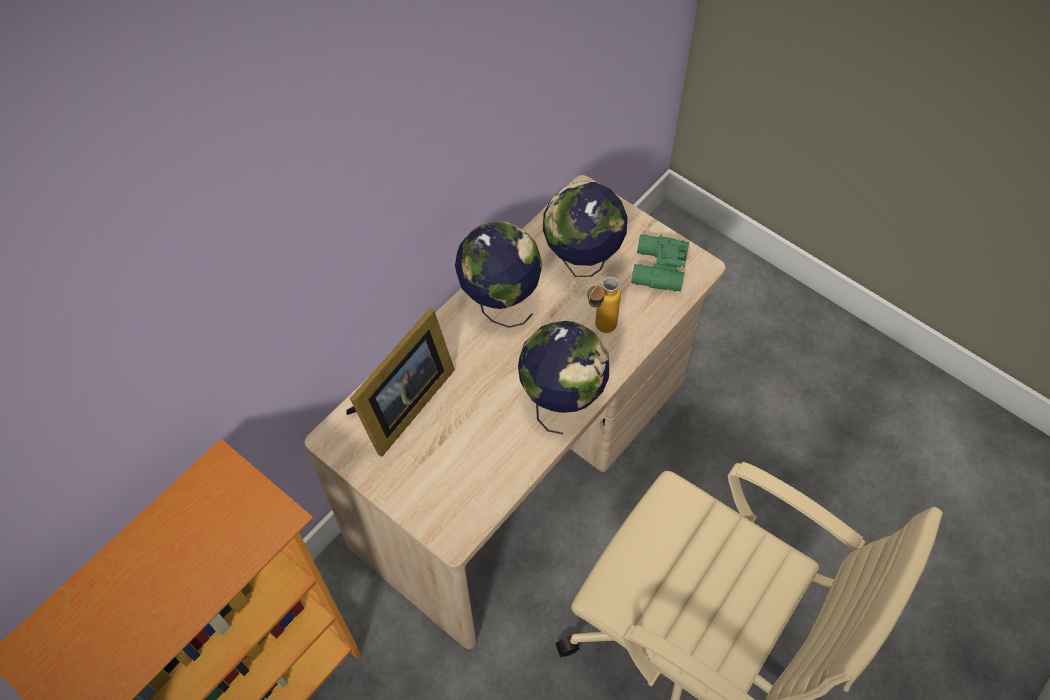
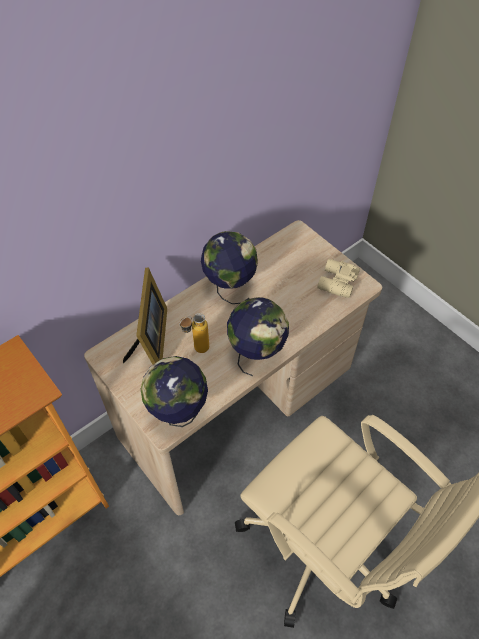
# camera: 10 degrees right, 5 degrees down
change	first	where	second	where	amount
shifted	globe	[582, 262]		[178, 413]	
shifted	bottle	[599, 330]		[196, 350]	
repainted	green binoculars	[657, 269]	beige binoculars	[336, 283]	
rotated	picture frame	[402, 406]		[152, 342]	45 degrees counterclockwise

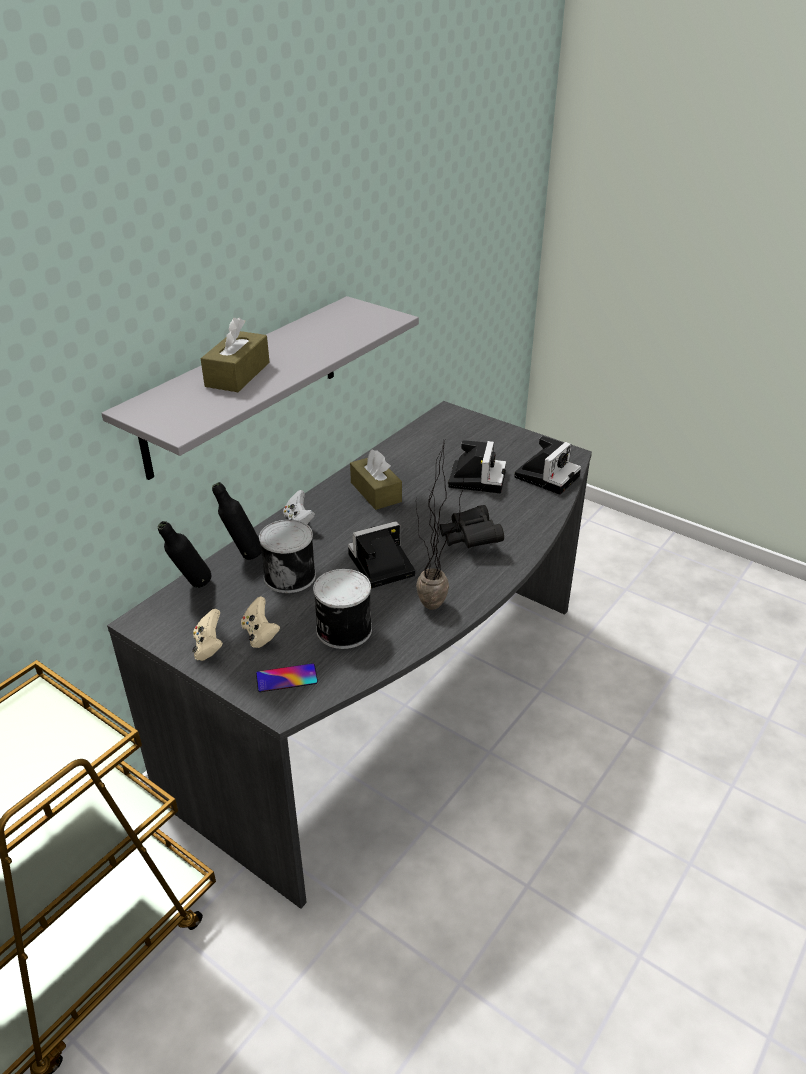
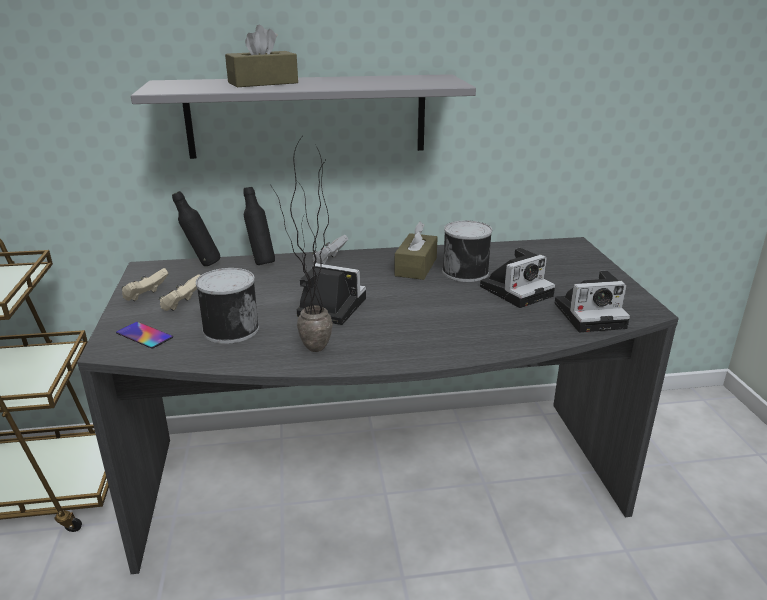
# camera: 45 degrees right, 10 degrees down
change	first	where	second	where	amount
gone	black binoculars	[470, 539]			
shifted	can	[290, 575]		[466, 272]	

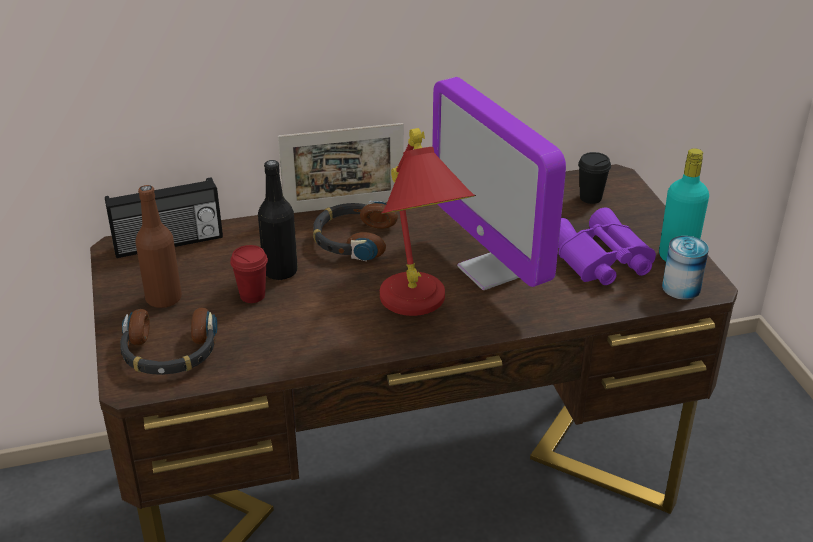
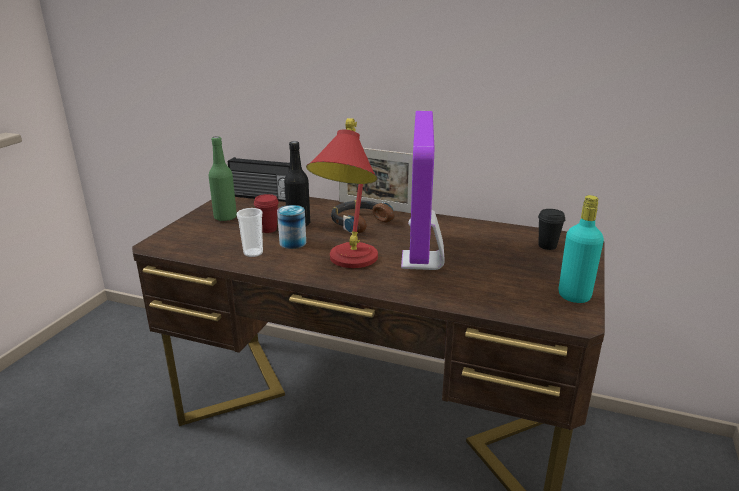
# camera: 35 degrees right, 10 degrees down
change	first	where	second	where	amount
gone	headphones	[169, 352]			
gone	purple binoculars	[599, 260]			
new			cup	[253, 253]	
shifted	can	[681, 288]		[293, 243]	
repainted	brown bottle	[164, 299]	green bottle	[225, 217]	

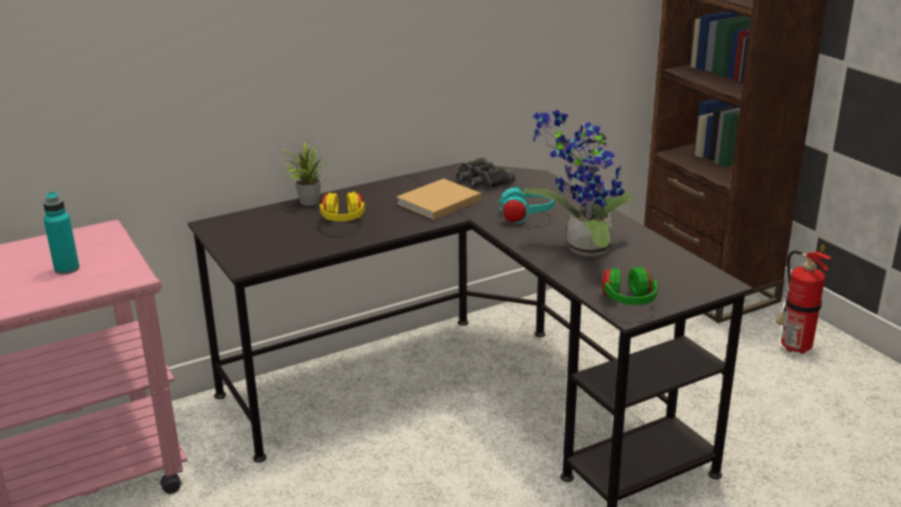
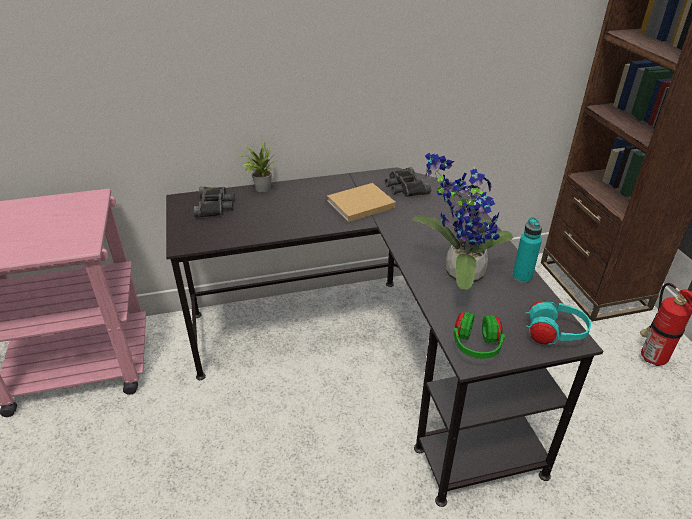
# camera: 15 degrees right, 10 degrees up
change	first	where	second	where	amount
gone	yellow headphones	[343, 222]			
new			black binoculars	[215, 206]	
shifted	turquoise bottle	[67, 269]		[522, 277]	
shifted	turquoise headphones	[525, 217]		[553, 335]	

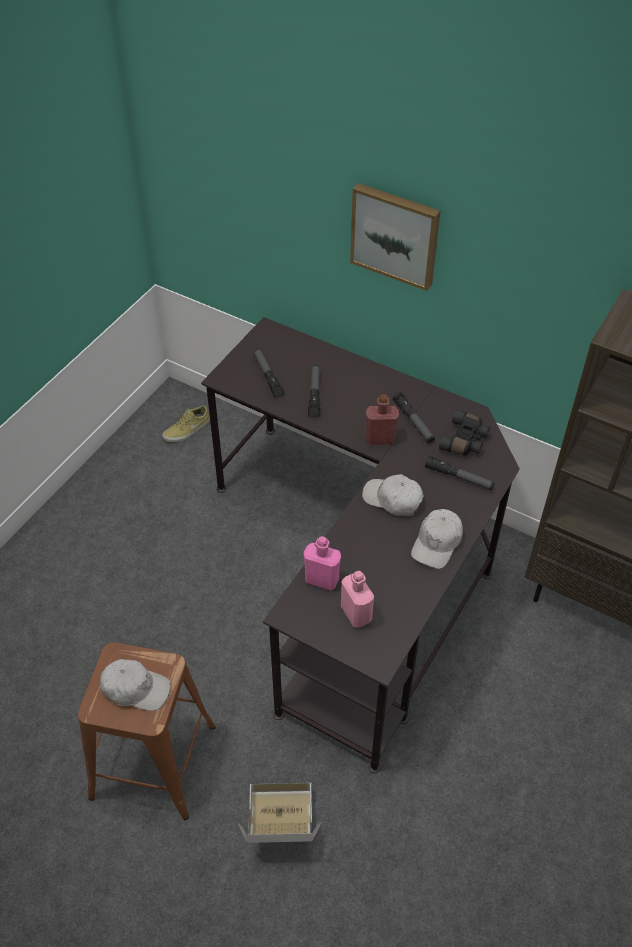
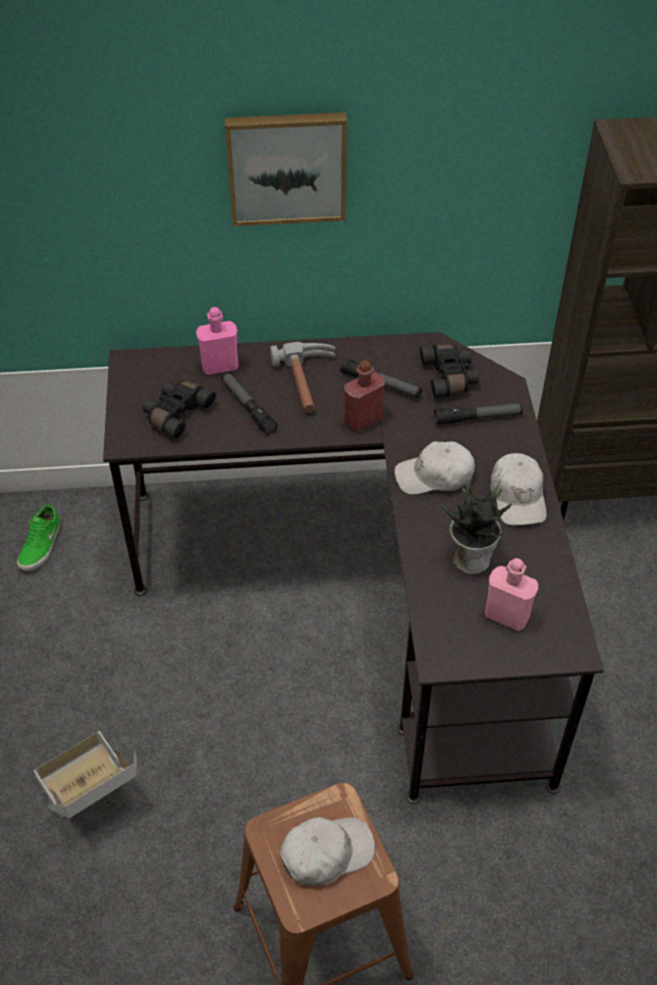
# camera: 35 degrees left, 0 degrees up
change	first	where	second	where	amount
new			hammer	[310, 382]	
new			potted plant	[471, 557]	
shifted	cardboard box	[280, 827]		[92, 794]	
shifted	pink bottle	[322, 579]		[220, 366]	
swapped	flashlight	[267, 376]	black binoculars	[176, 413]	
repainted	beige shoe	[187, 430]	green shoe	[41, 545]	

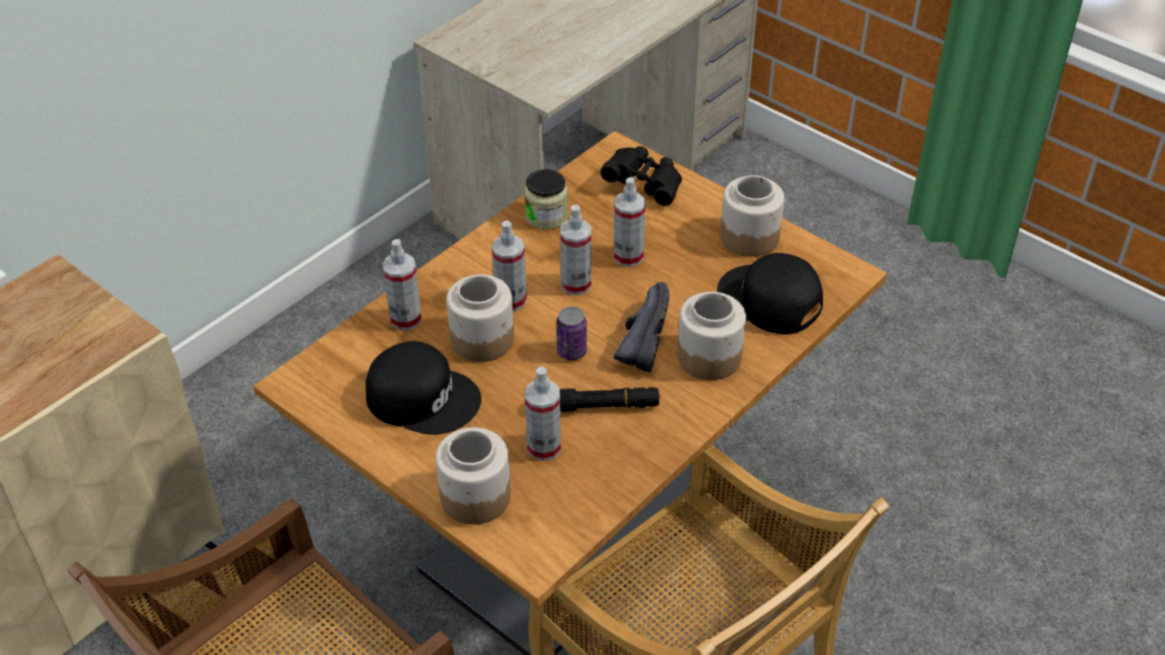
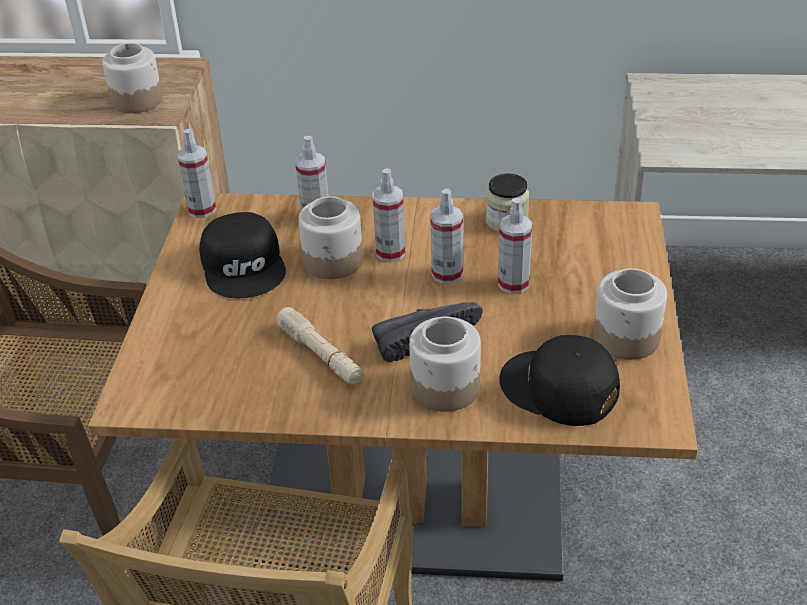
# camera: 55 degrees right, 5 degrees down
change	first	where	second	where	amount
gone	can	[571, 351]			
gone	black binoculars	[644, 185]			
shifted	jar	[474, 496]		[137, 100]	
shifted	spray bottle	[544, 447]		[202, 210]	
repainted	black flashlight	[598, 407]	beige flashlight	[320, 354]	
rotated	black cap	[769, 301]		[559, 389]	60 degrees counterclockwise

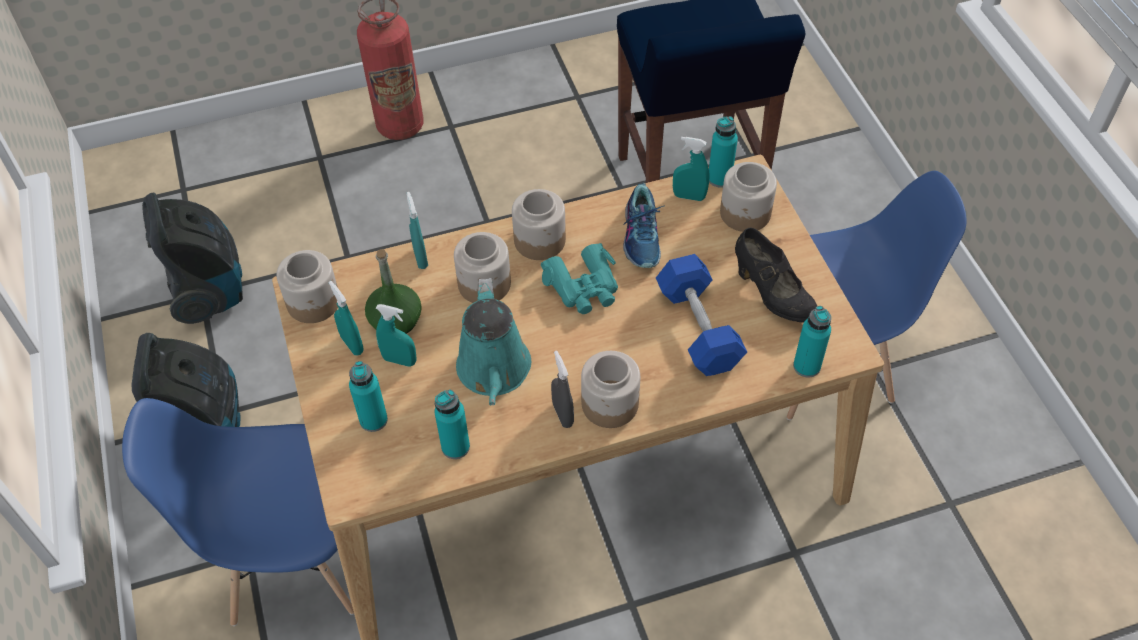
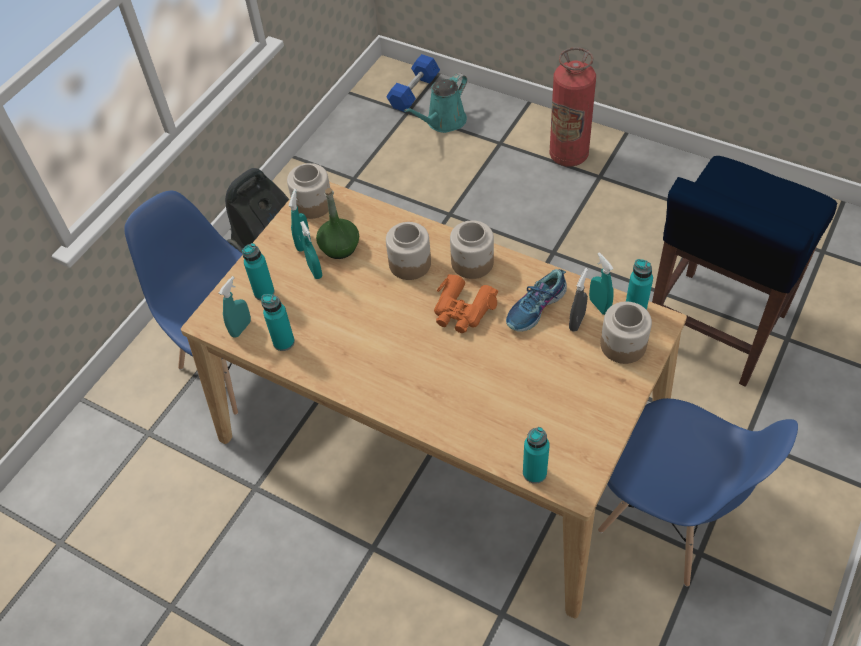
# camera: 50 degrees right, 0 degrees up
change	first	where	second	where	amount
gone	vacuum cleaner	[210, 290]			
gone	jar	[610, 404]			
gone	black shoe	[772, 294]			
shifted	turquoise spray bottle	[420, 258]		[241, 328]	
shifted	turquoise watering can	[494, 372]		[443, 122]	
shifted	grey spray bottle	[562, 414]		[577, 322]	
shifted	blue dumbbell	[698, 328]		[414, 92]	
repainted	turquoise binoculars	[584, 287]	orange binoculars	[462, 310]	

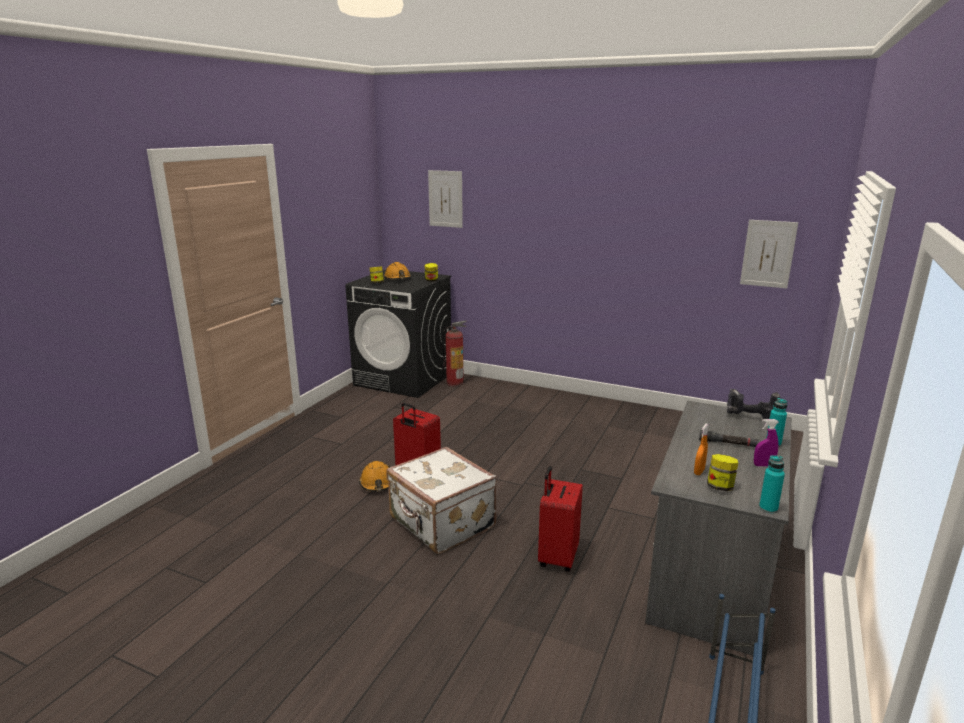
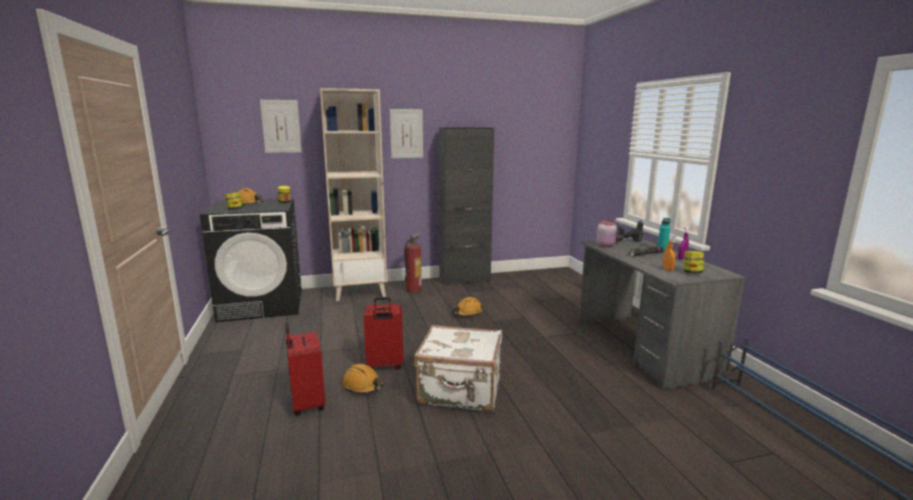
# camera: 40 degrees left, 5 degrees down
change	first	where	second	where	amount
gone	turquoise bottle	[768, 508]			
new			beige bookcase	[360, 291]	
new			black cabinet	[464, 279]	
new			orange hard hat	[467, 313]	
new			pink jar	[606, 245]	
shifted	fire extinguisher	[455, 383]		[413, 291]	
shifted	red suitcase	[557, 558]		[306, 404]	
shifted	picture	[768, 254]		[406, 133]	

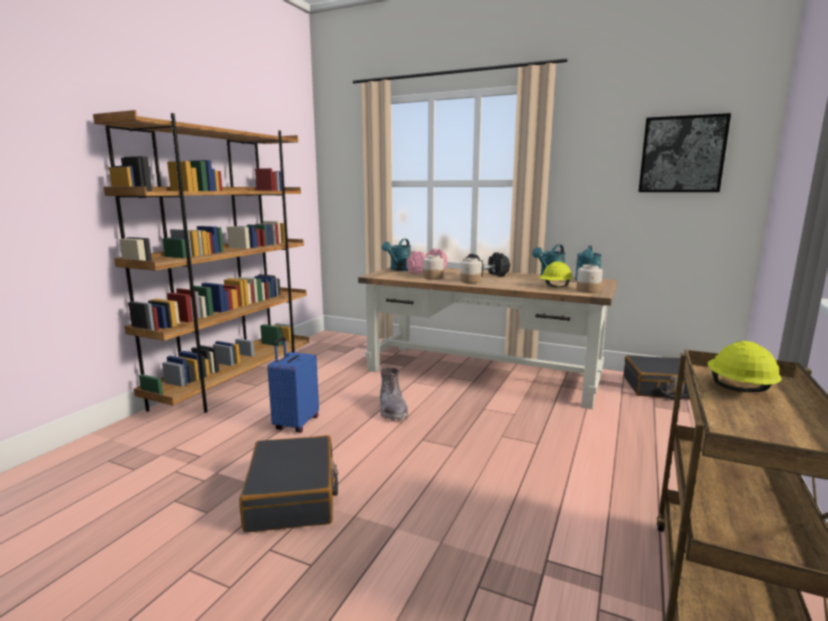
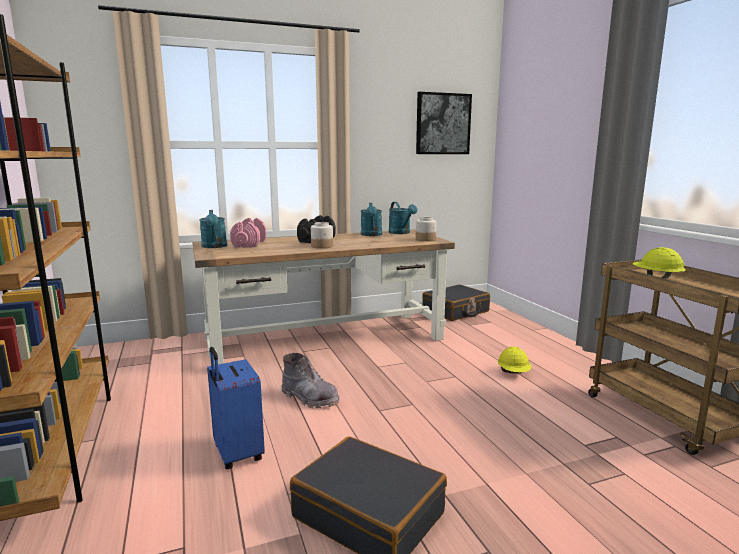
# camera: 45 degrees left, 0 degrees up
change	first	where	second	where	amount
gone	jar	[432, 277]			
shifted	yellow hard hat	[555, 287]		[513, 373]	

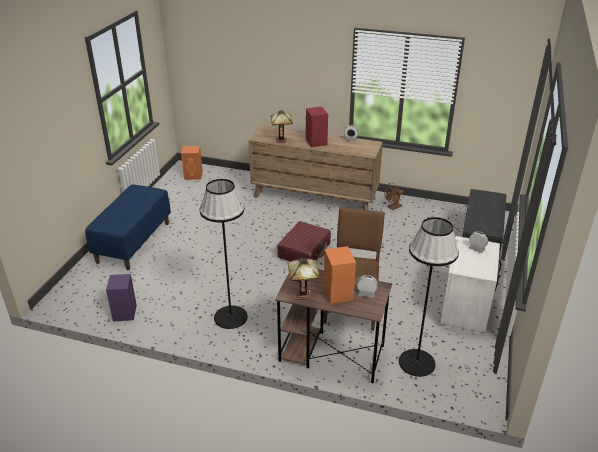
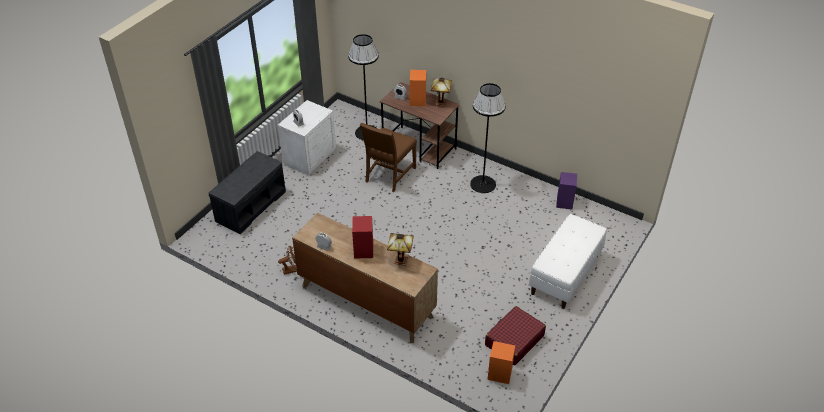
# camera: 165 degrees left, 10 degrees up
change	first	where	second	where	amount
shifted	red suitcase	[304, 250]		[514, 340]	
repainted	blue bench	[133, 242]	white bench	[565, 275]	

